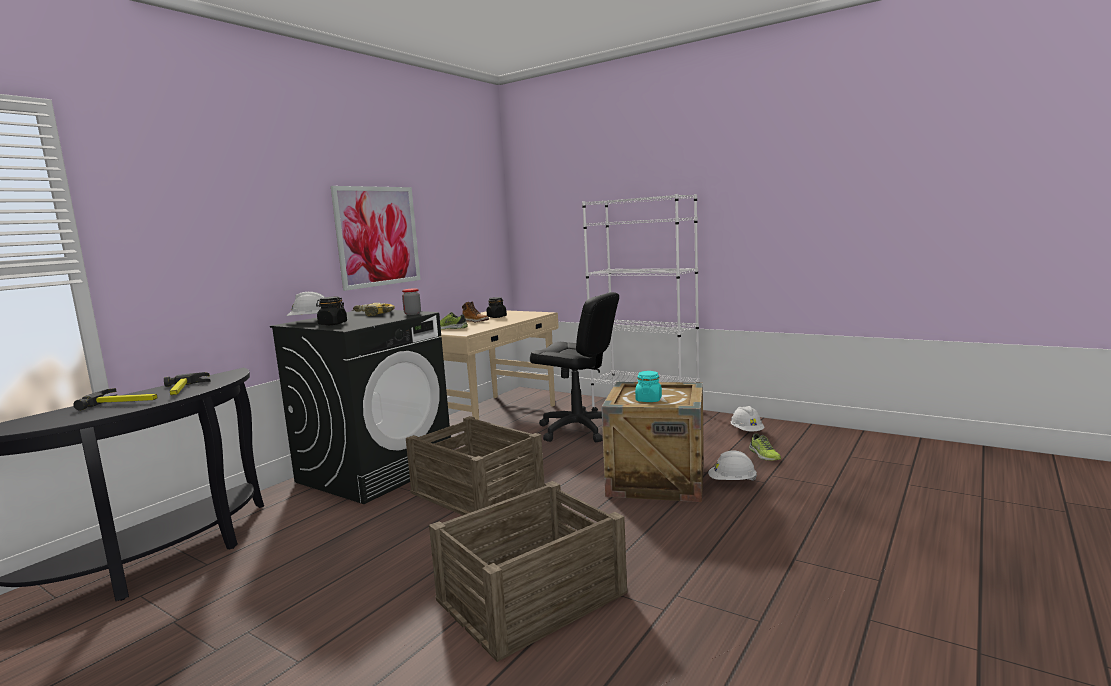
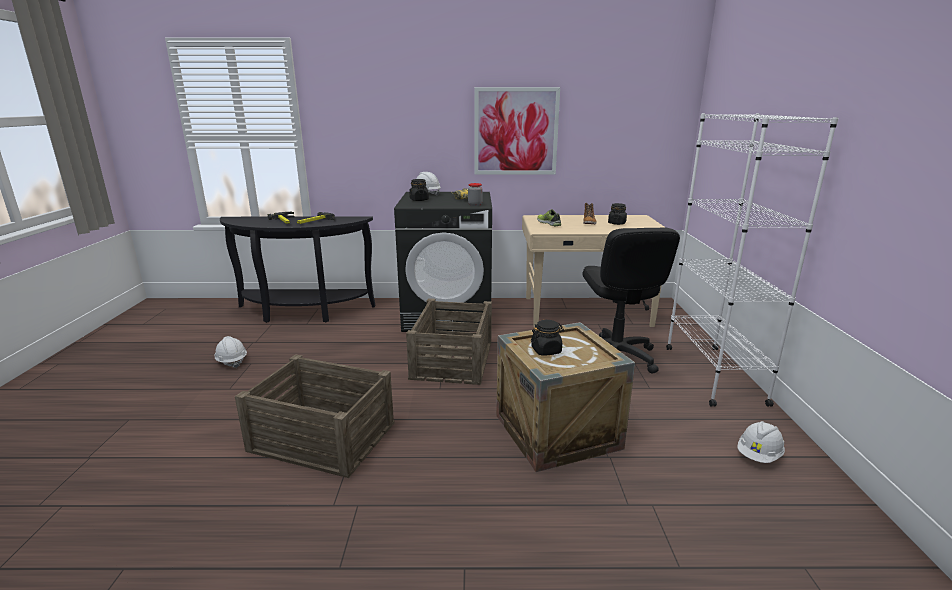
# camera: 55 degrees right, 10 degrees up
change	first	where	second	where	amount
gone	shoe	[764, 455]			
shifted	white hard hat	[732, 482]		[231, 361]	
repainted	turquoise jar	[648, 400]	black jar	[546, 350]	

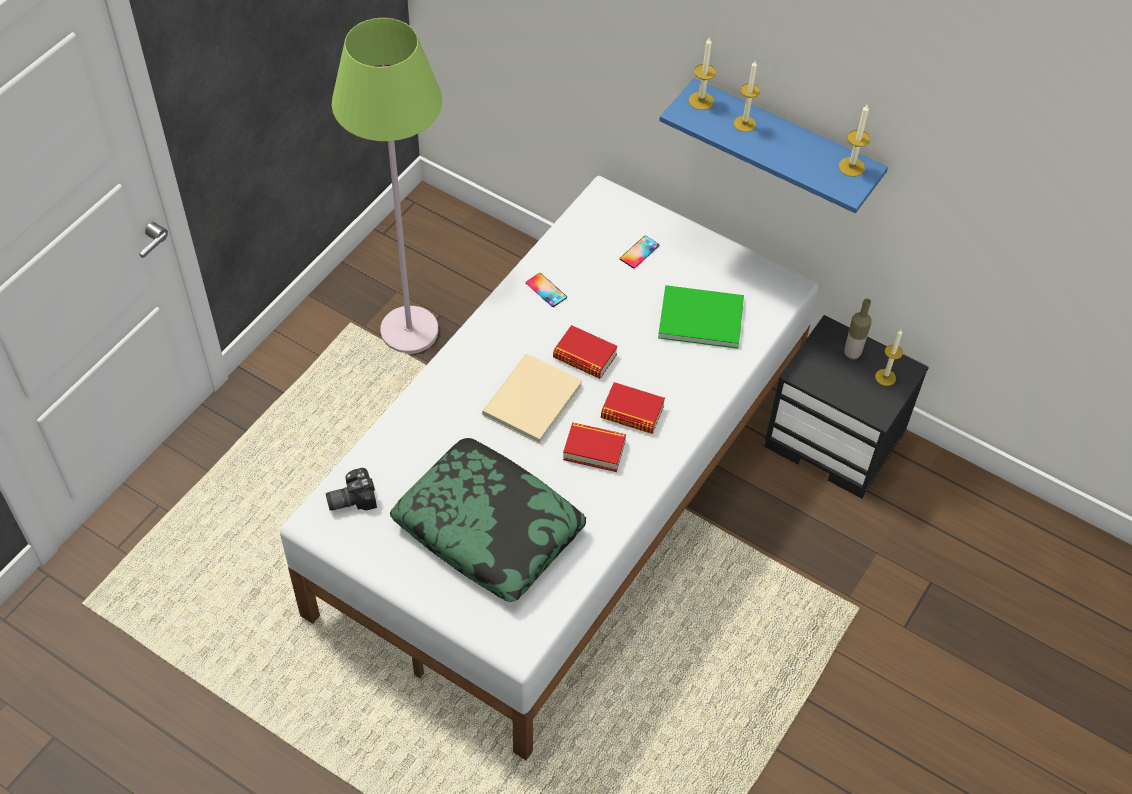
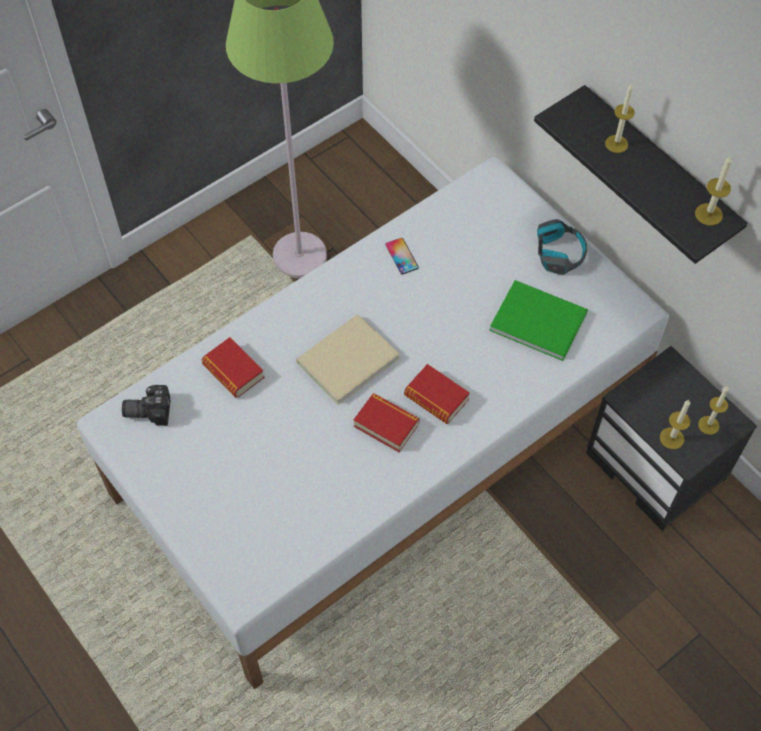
# camera: 20 degrees right, 5 degrees up
change	first	where	second	where	amount
gone	pillow	[489, 528]			
gone	phone	[639, 252]			
gone	bottle	[852, 353]			
new			headphones	[558, 253]	
shifted	book	[584, 356]		[233, 371]	
shifted	candle	[701, 101]		[671, 438]	
repainted	blue shelf	[784, 146]	black shelf	[656, 174]	

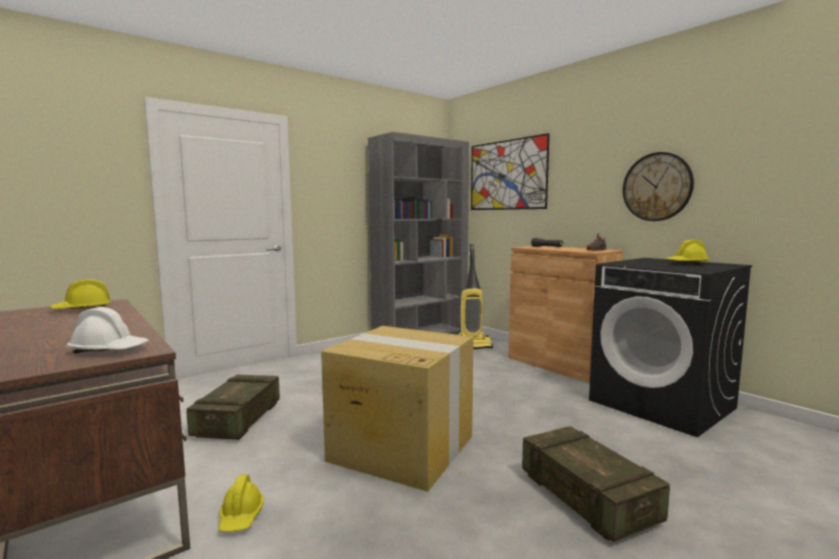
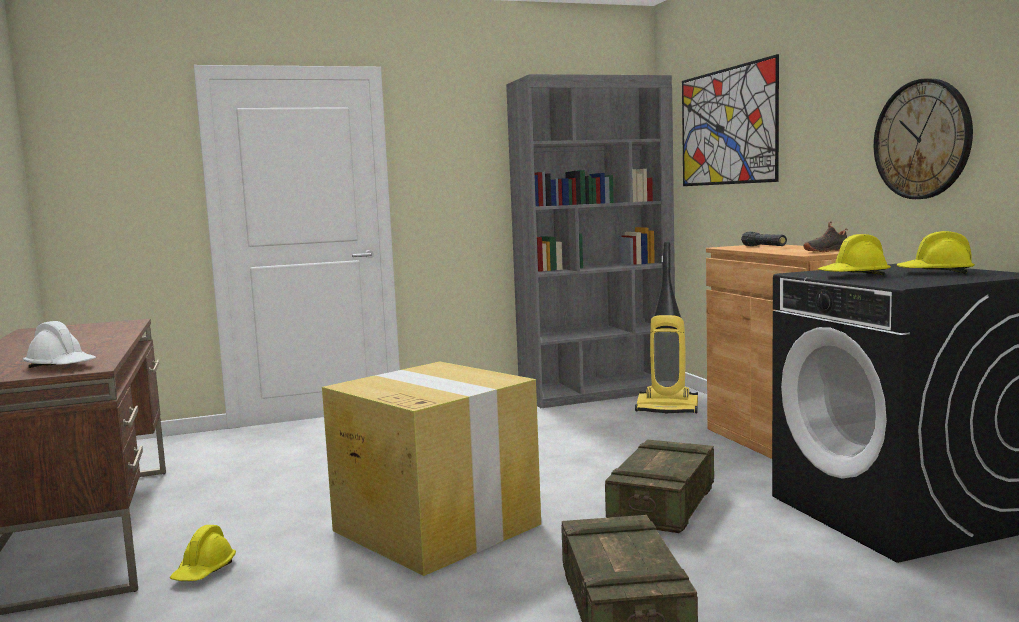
# camera: 20 degrees right, 0 degrees up
change	first	where	second	where	amount
shifted	yellow hard hat	[82, 309]		[854, 275]	
shifted	crate	[238, 420]		[662, 506]	

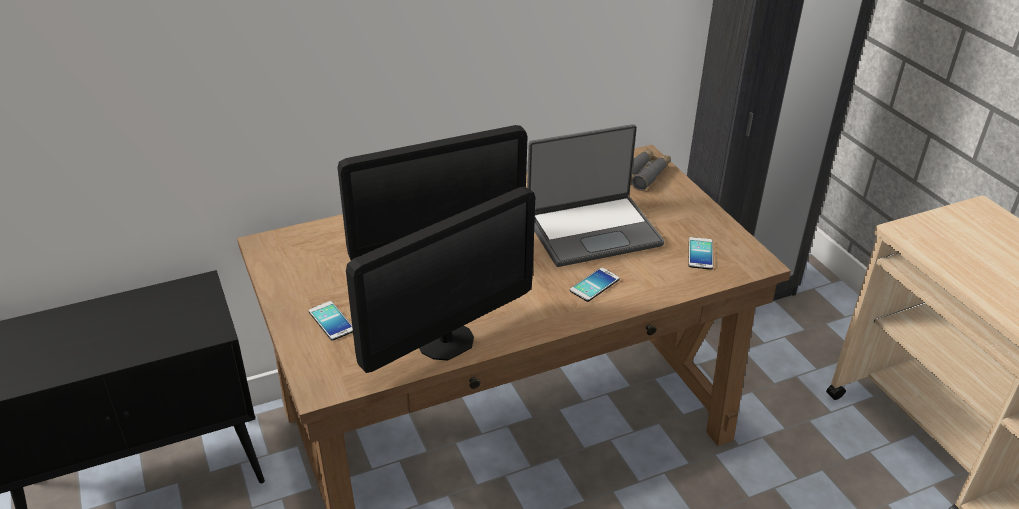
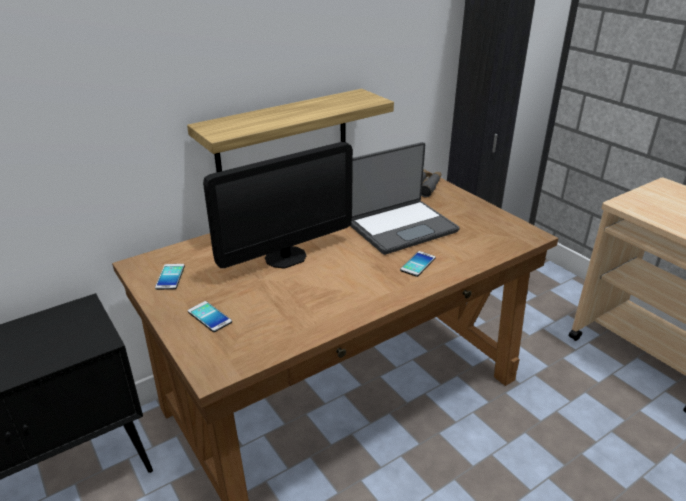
# camera: 10 degrees left, 5 degrees down
change	first	where	second	where	amount
gone	monitor	[446, 341]			
new			shelf	[283, 134]	
shifted	phone	[700, 254]		[170, 277]	

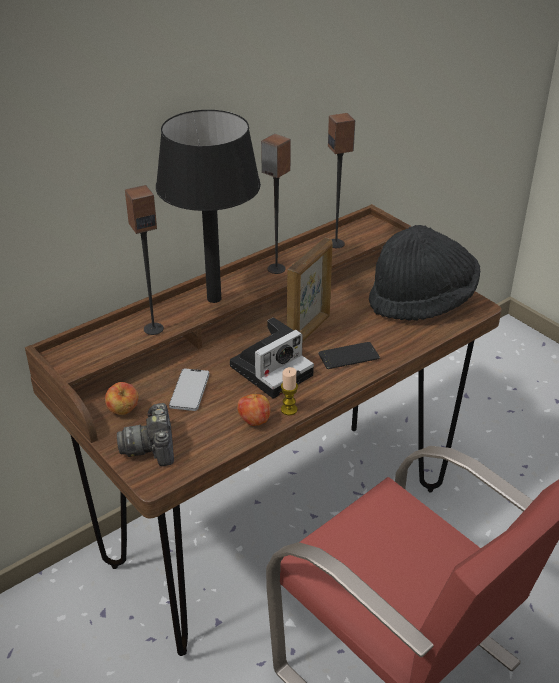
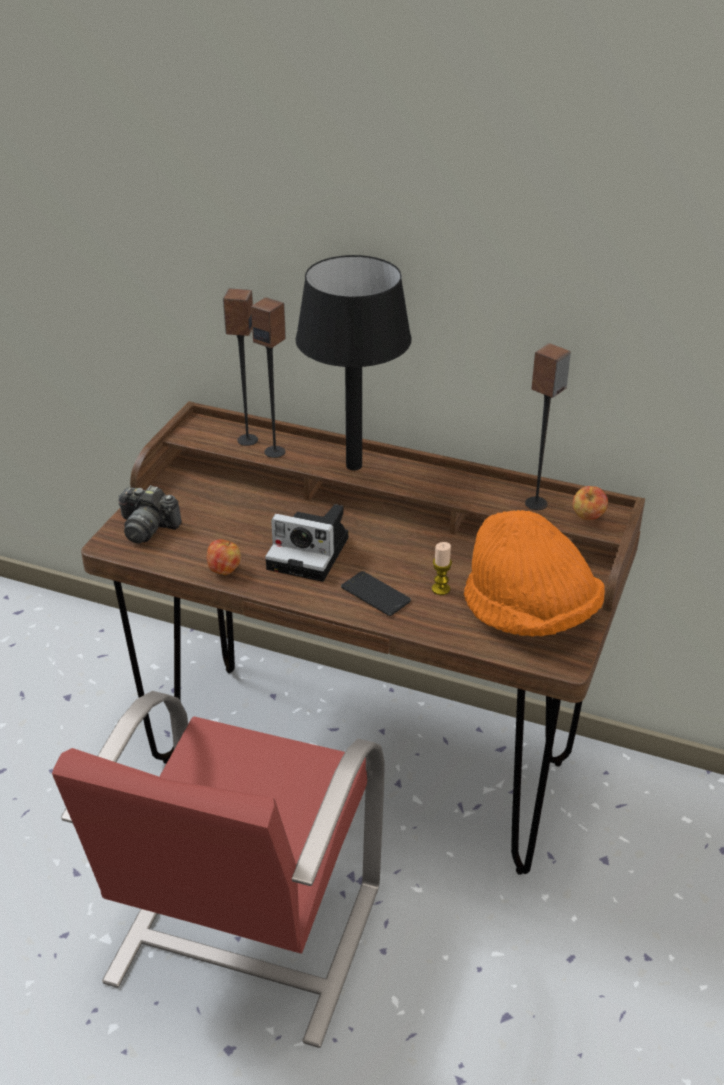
# camera: 60 degrees right, 0 degrees up
change	first	where	second	where	amount
gone	phone	[189, 390]			
gone	picture frame	[309, 331]			
shifted	apple	[123, 411]		[588, 517]	
shifted	speaker	[276, 269]		[247, 440]	
shifted	candle	[289, 409]		[440, 589]	
repainted	black hat	[422, 301]	orange hat	[529, 615]	
rotated	photo camera	[152, 447]		[147, 527]	120 degrees counterclockwise

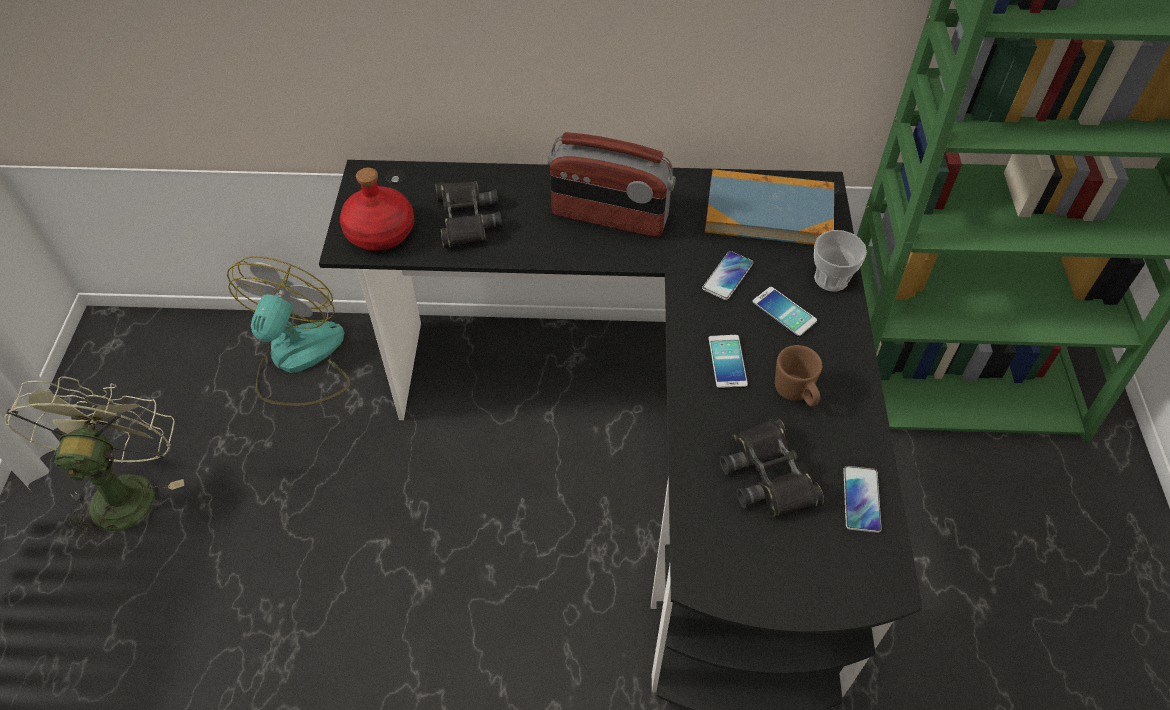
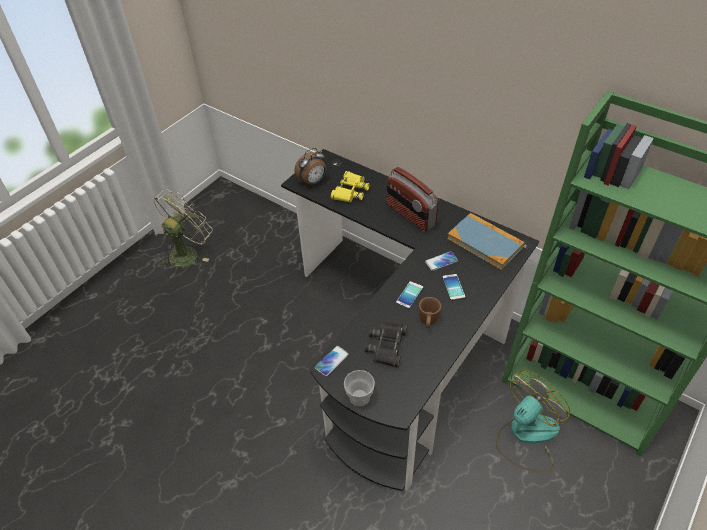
# camera: 35 degrees right, 5 degrees down
change	first	where	second	where	amount
shifted	fan	[299, 361]		[526, 436]	
shifted	cup	[831, 278]		[359, 397]	
shifted	phone	[861, 499]		[331, 361]	
swapped	red bottle	[380, 231]	alarm clock	[313, 182]	
repainted	black binoculars	[466, 219]	yellow binoculars	[350, 191]	

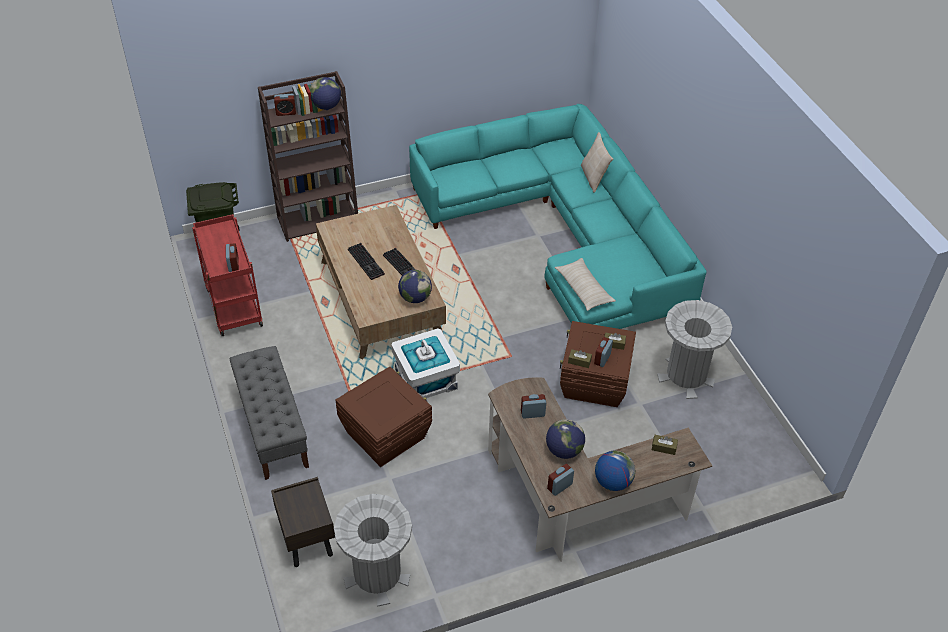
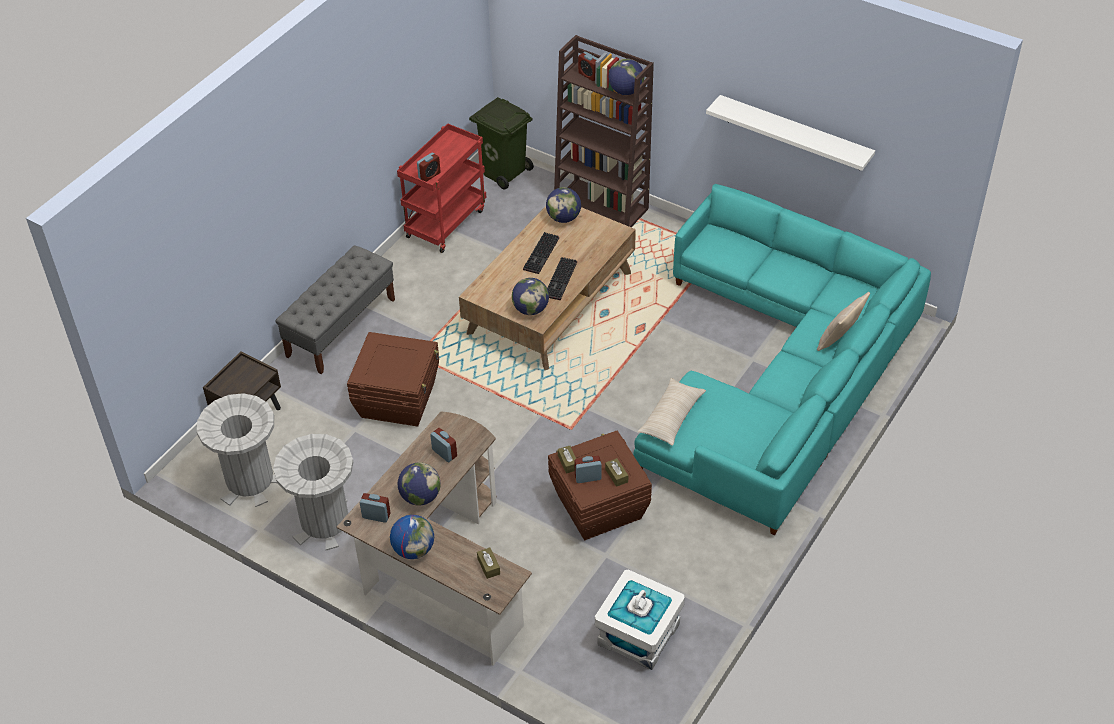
# camera: 55 degrees right, 0 degrees up
change	first	where	second	where	amount
new			globe	[563, 218]	
new			white shelf	[794, 133]	
shifted	white storage box	[426, 379]		[639, 635]	
shifted	grey trash can	[686, 376]		[325, 523]	

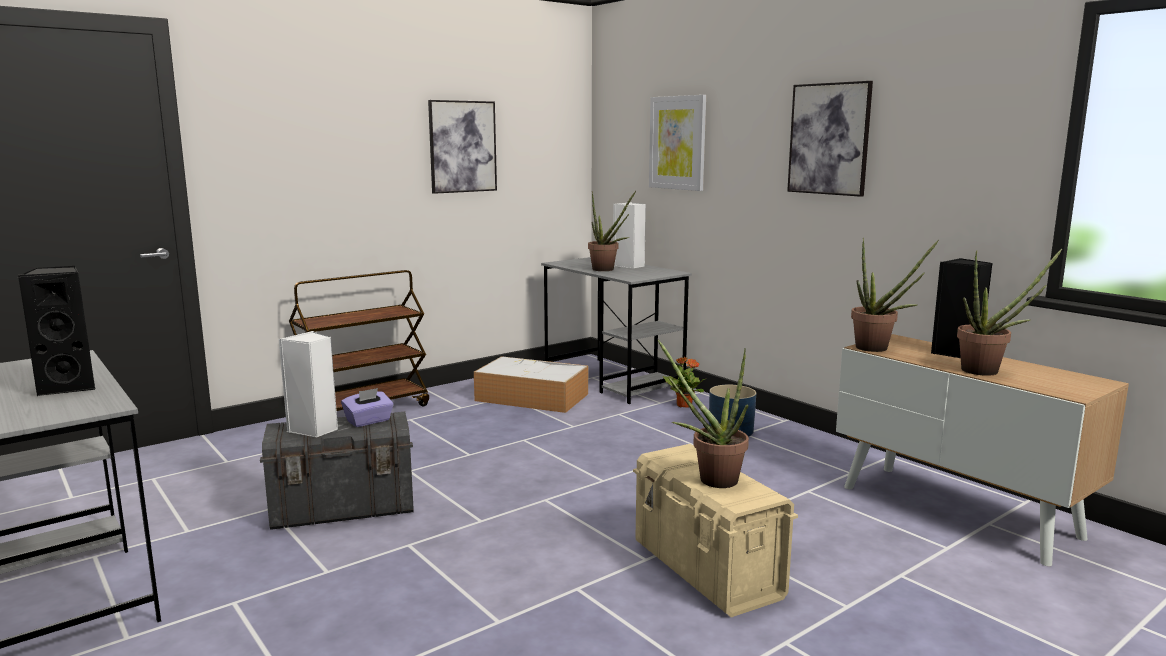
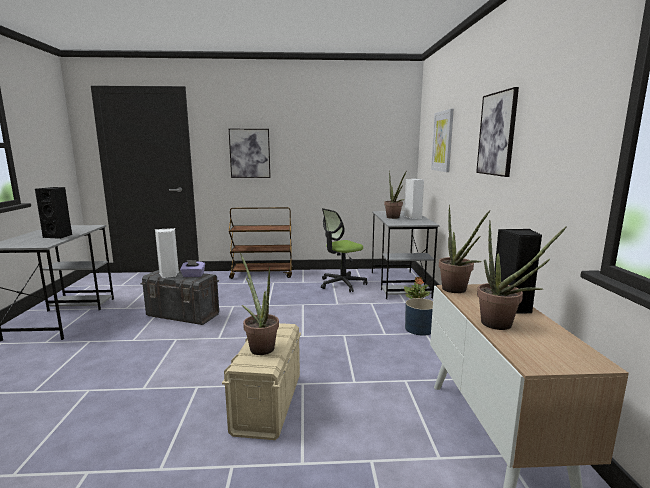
# camera: 35 degrees right, 0 degrees up
change	first	where	second	where	amount
shifted	picture	[462, 146]		[250, 153]	
swapped	storage box	[530, 397]	office chair	[342, 284]	

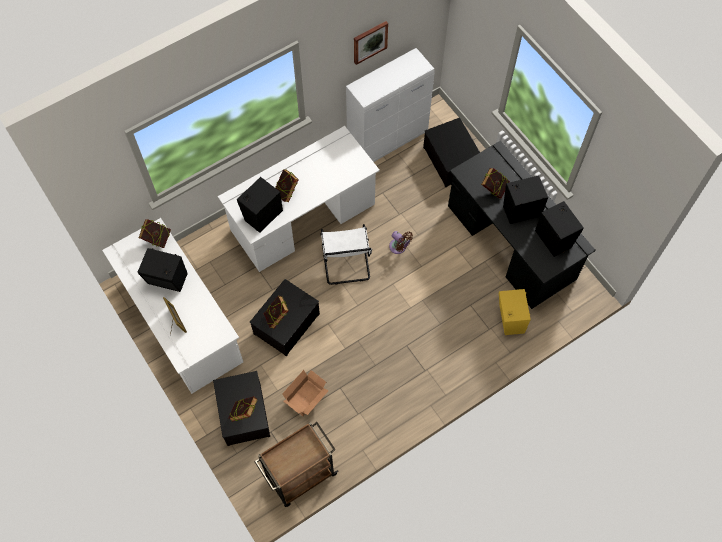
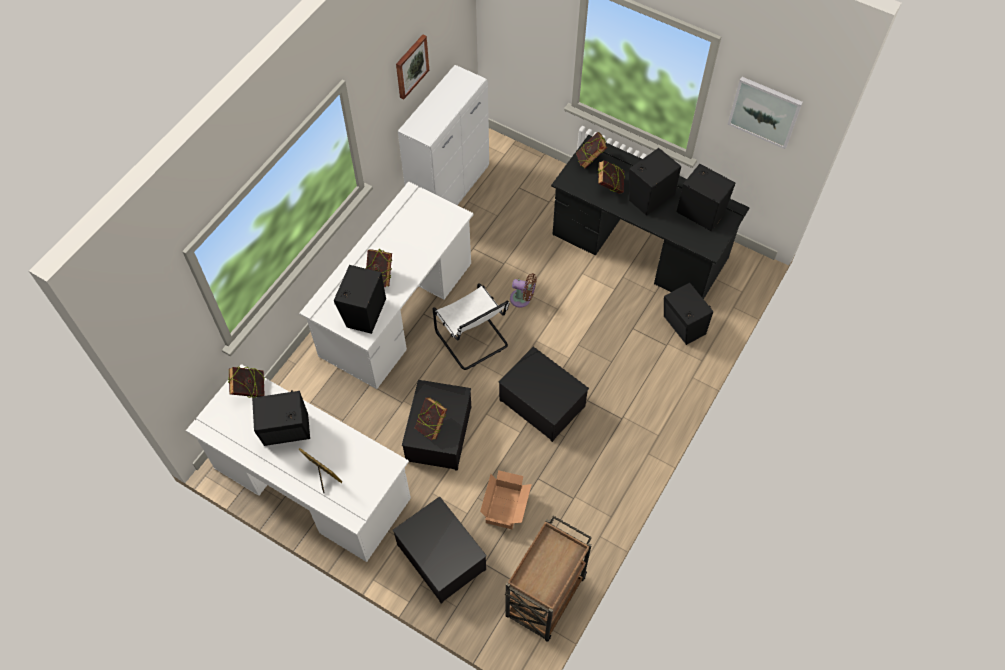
# camera: 25 degrees left, 5 degrees down
change	first	where	second	where	amount
new			picture	[764, 111]	
shifted	book	[244, 413]		[590, 160]	
shifted	storage box	[450, 160]		[541, 403]	
repainted	yellow speaker	[510, 320]	black speaker	[683, 326]	

